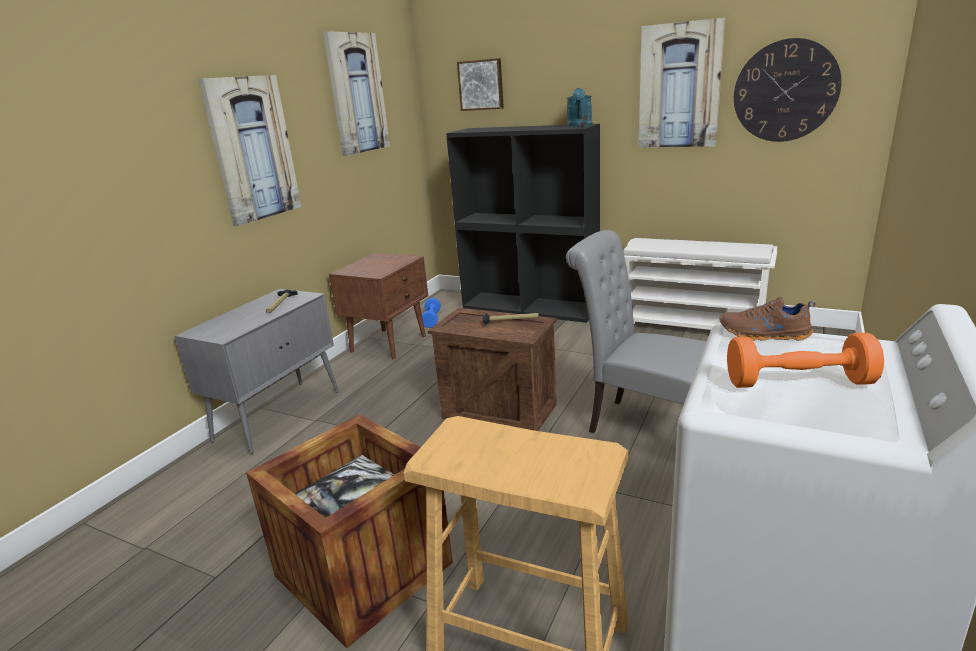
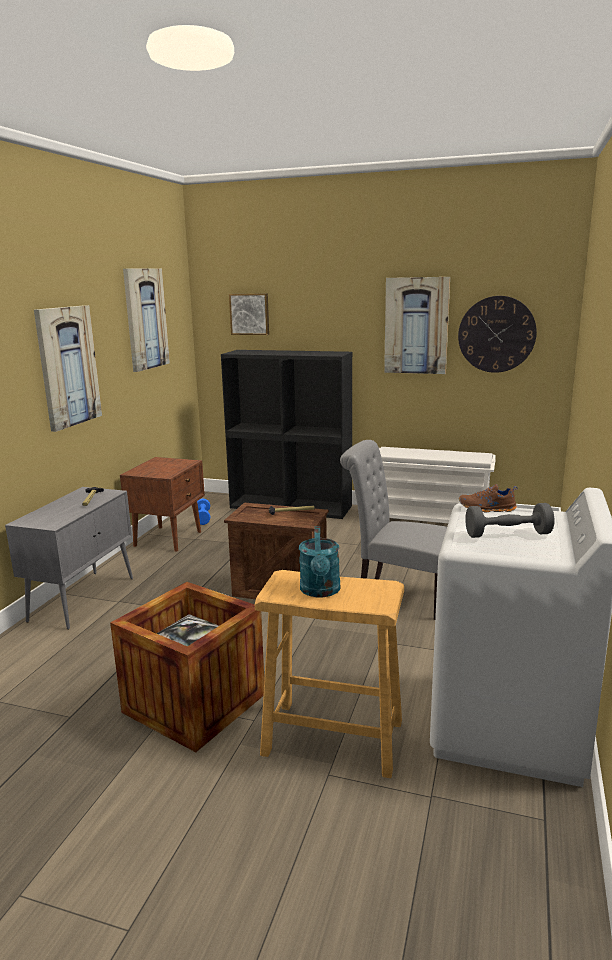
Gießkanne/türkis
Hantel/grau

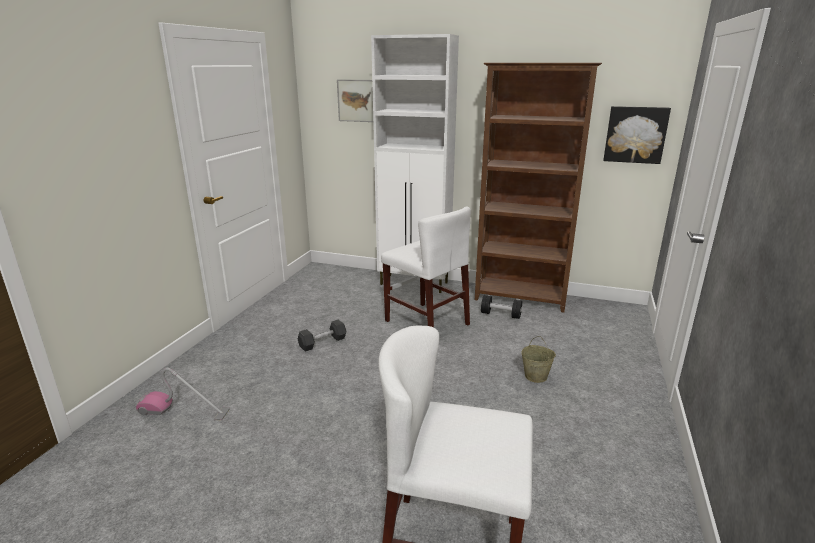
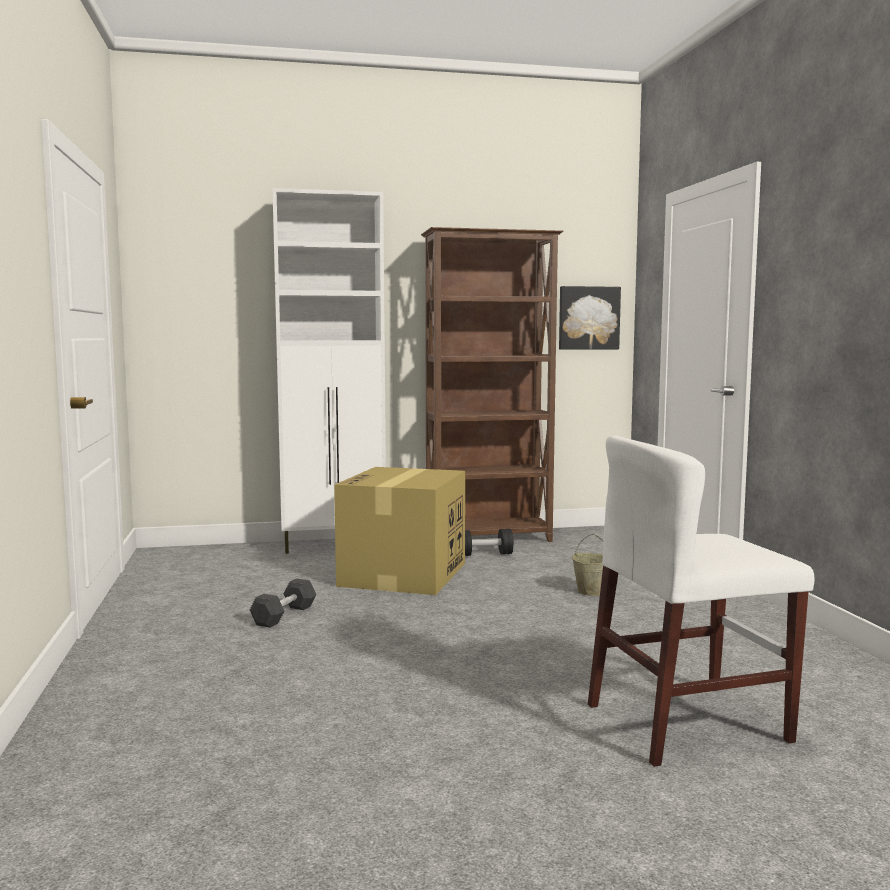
Staubsauger
Bild (1st from left in the first image)
Karton

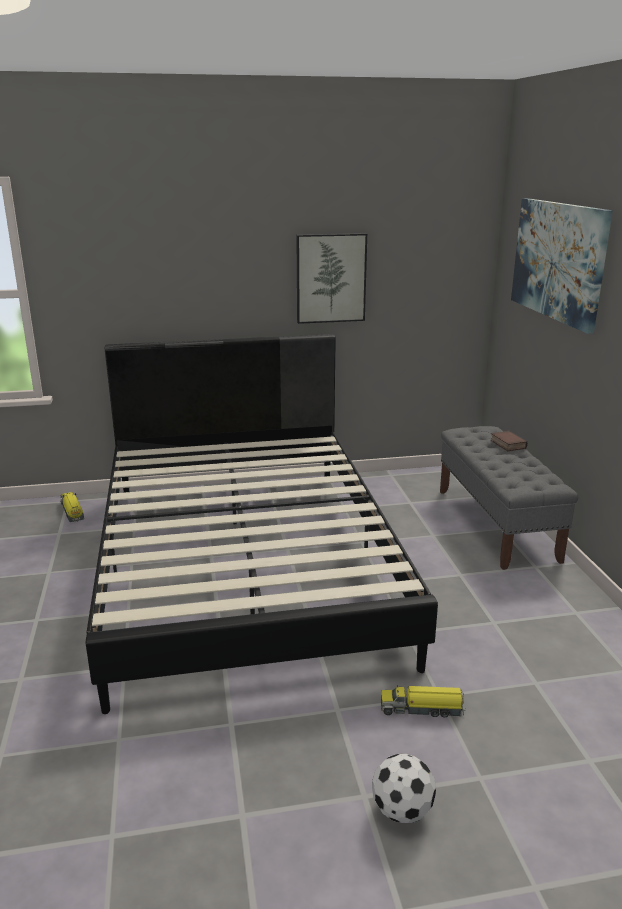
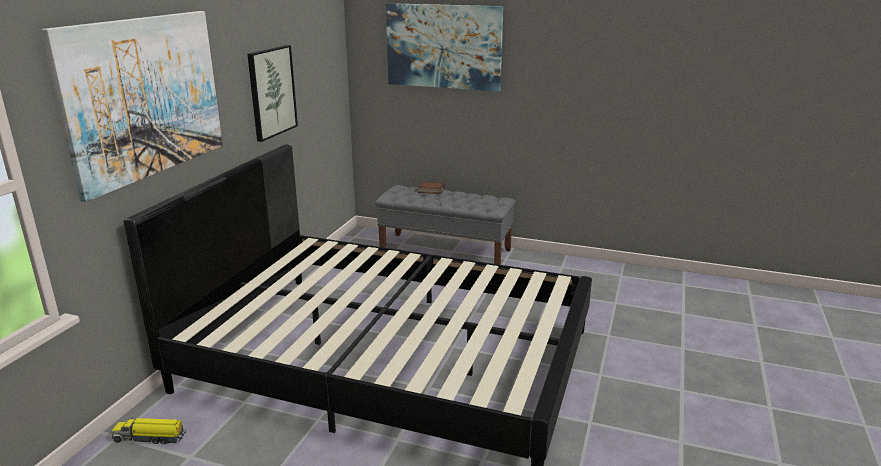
Fußball
Spielzeuglaster (2nd from left in the first image)
Bild (1st from left)

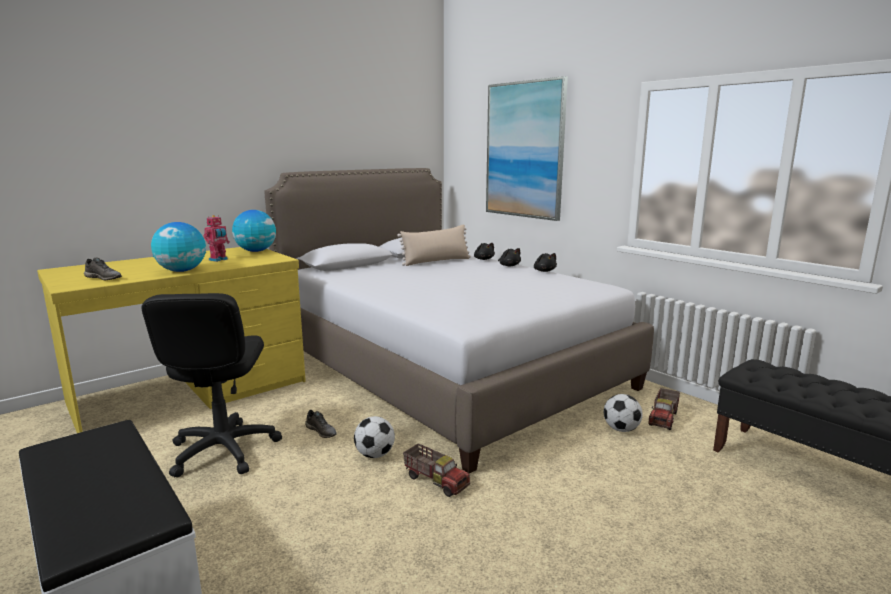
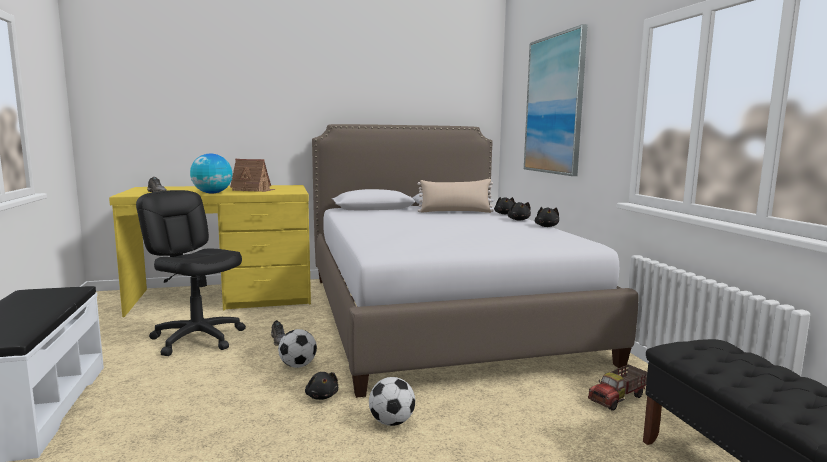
Globus (2nd from left in the first image)
Fußball (2nd from left)
Spielzeughaus
Plüschtier/schwarz (1st from left)
Bürostuhl/schwarz

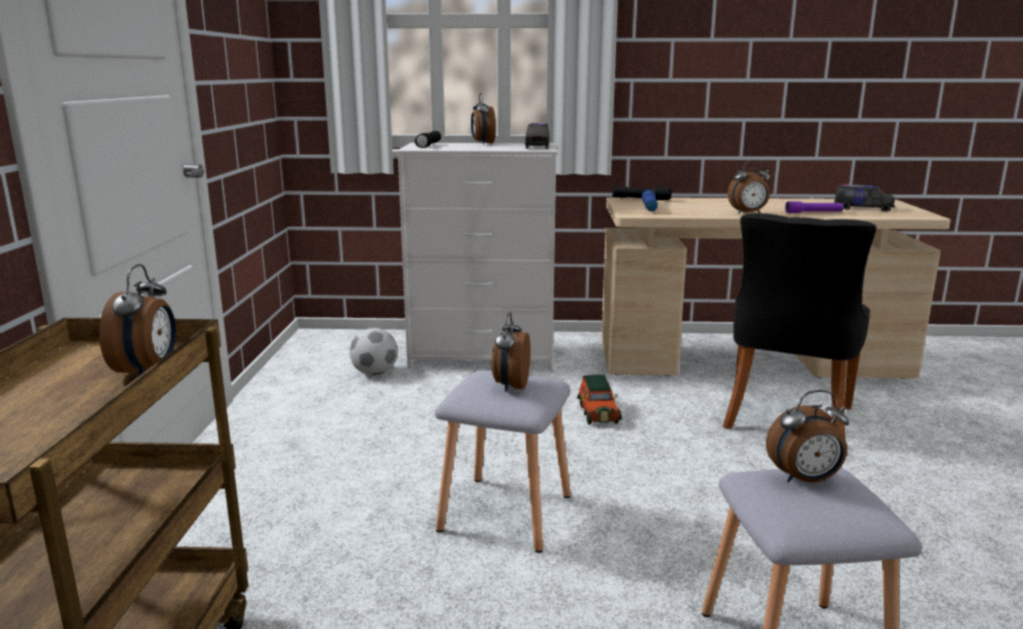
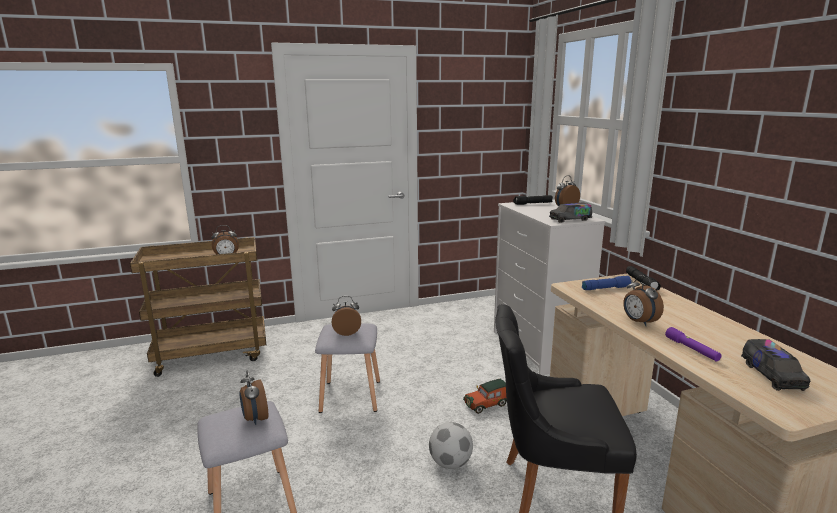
Fußball

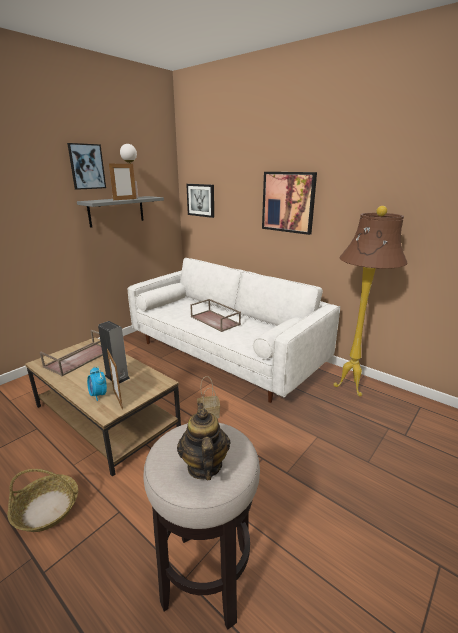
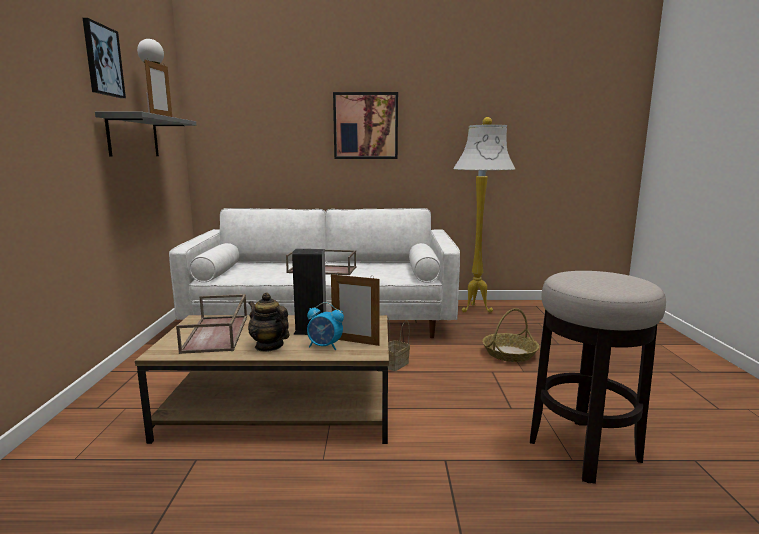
Bild (2nd from left in the first image)
Korb (2nd from left)
Teekanne
Stehlampe/weiß

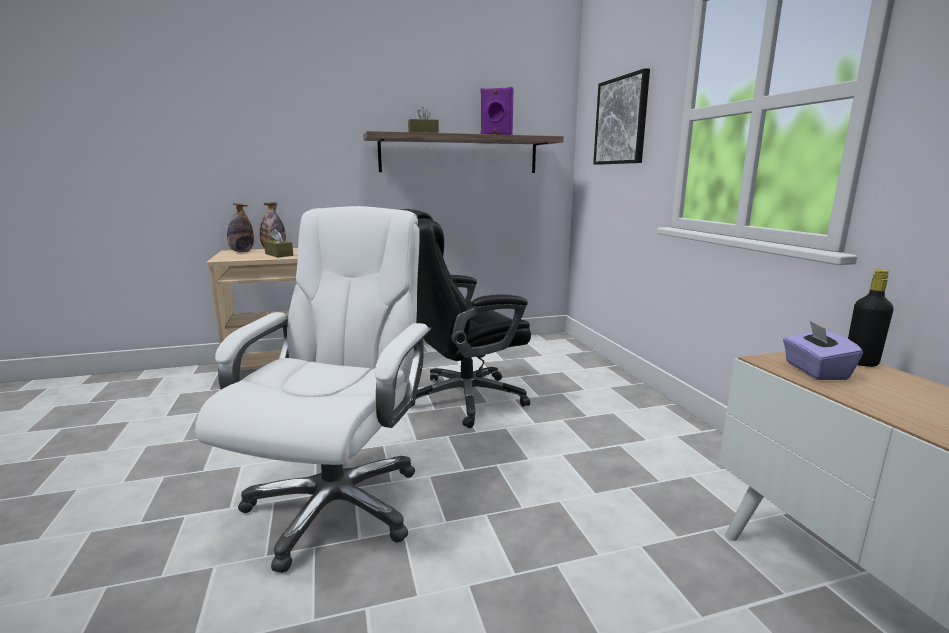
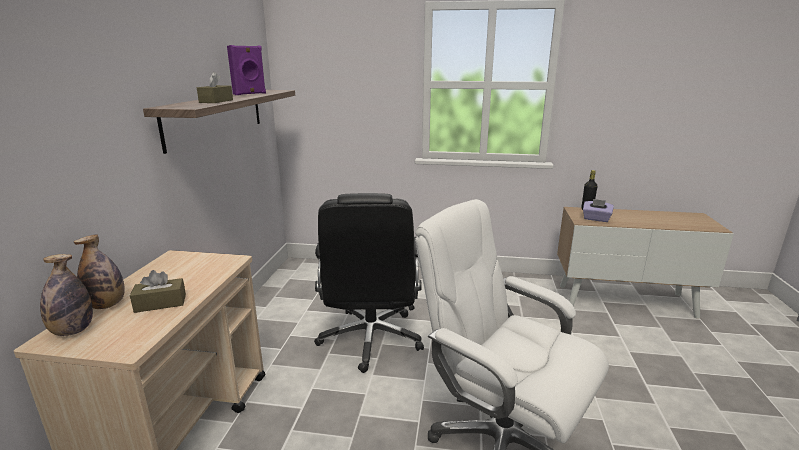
Bild

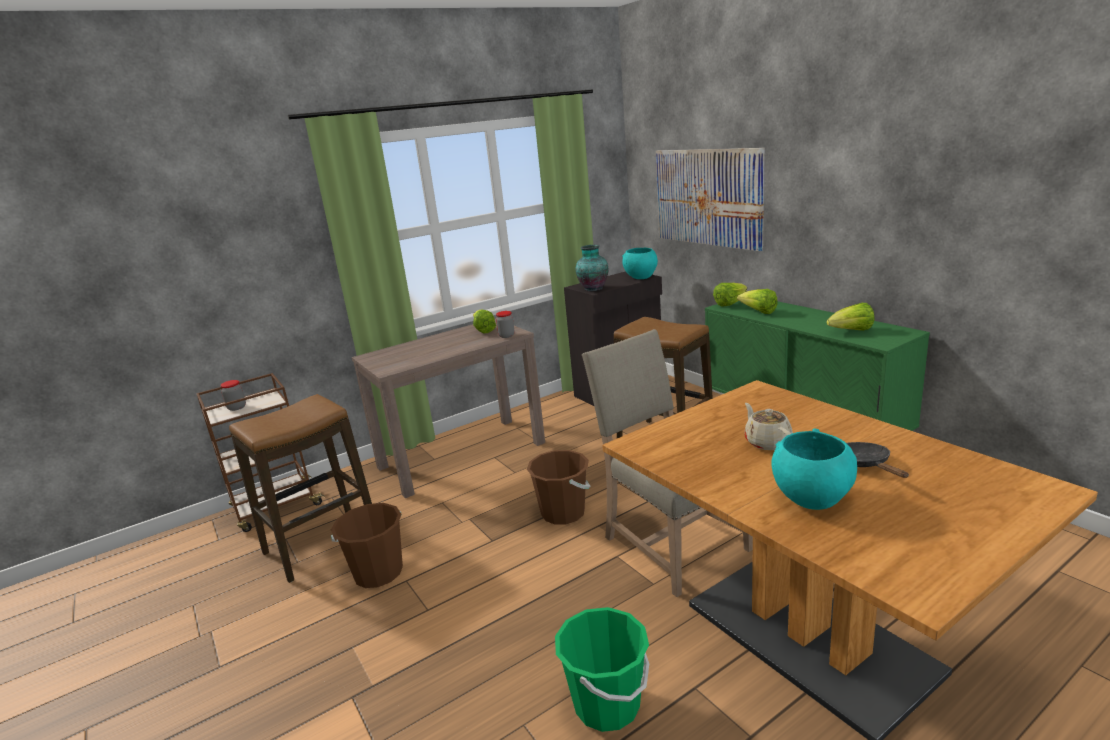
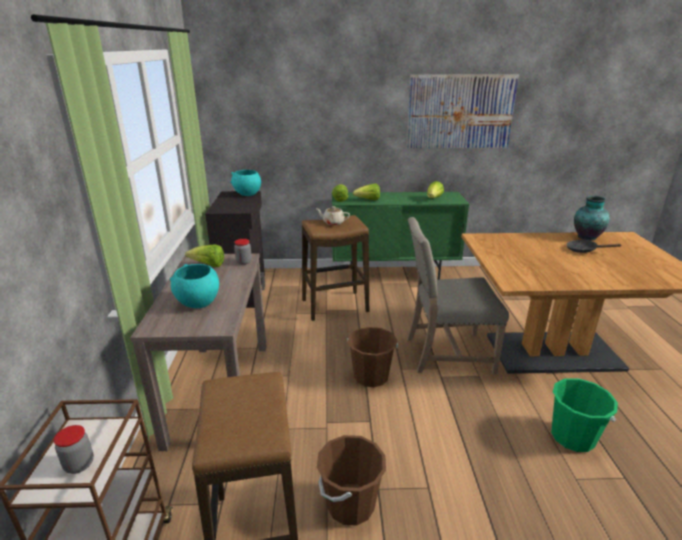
Vase
Bild
Teekanne/beige
Schüssel/türkis (1st from left)

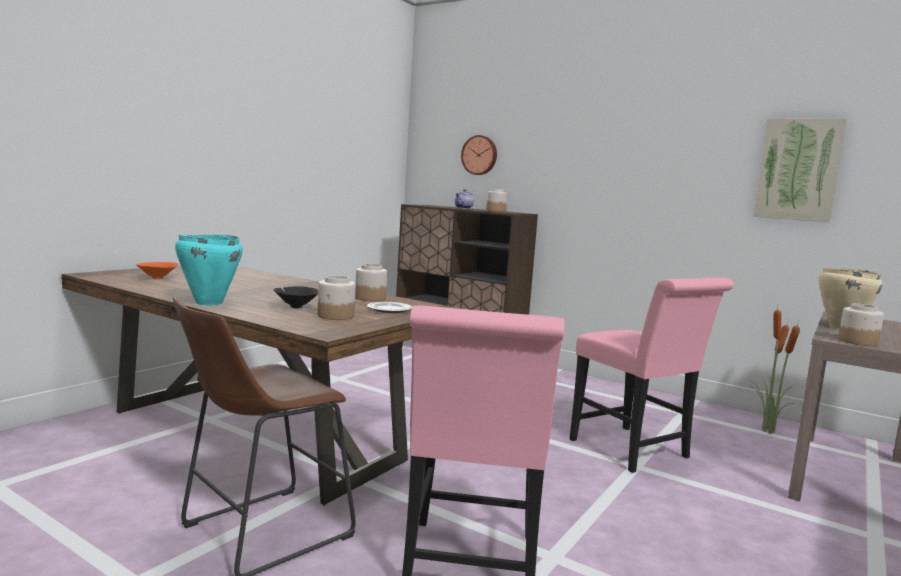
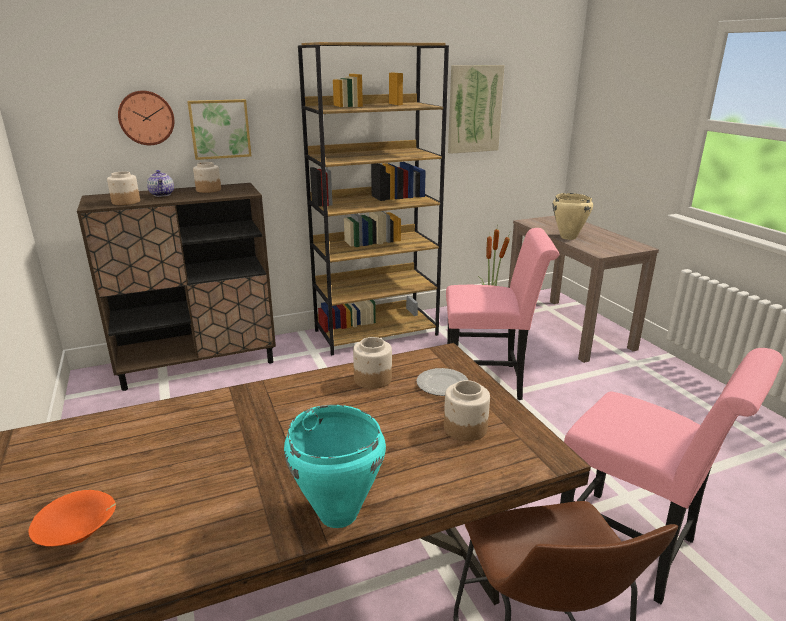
Schüssel/schwarz
Bild (1st from left)
Bücherregal/braun
Vorratsglas (1st from left)

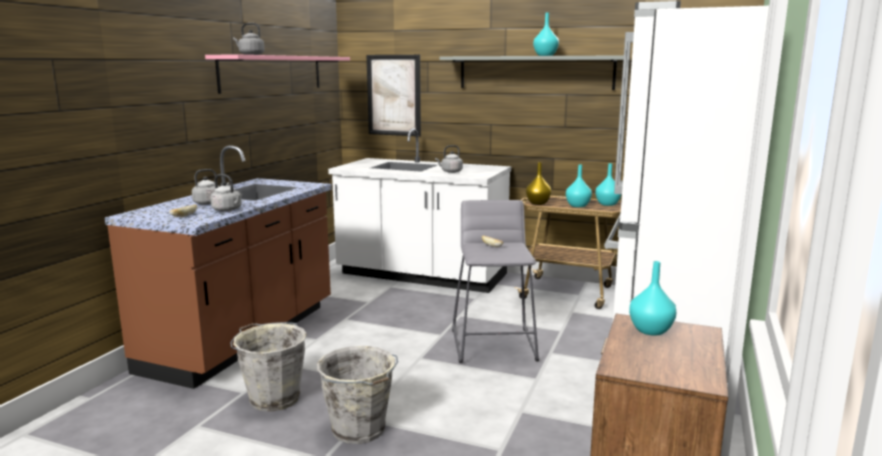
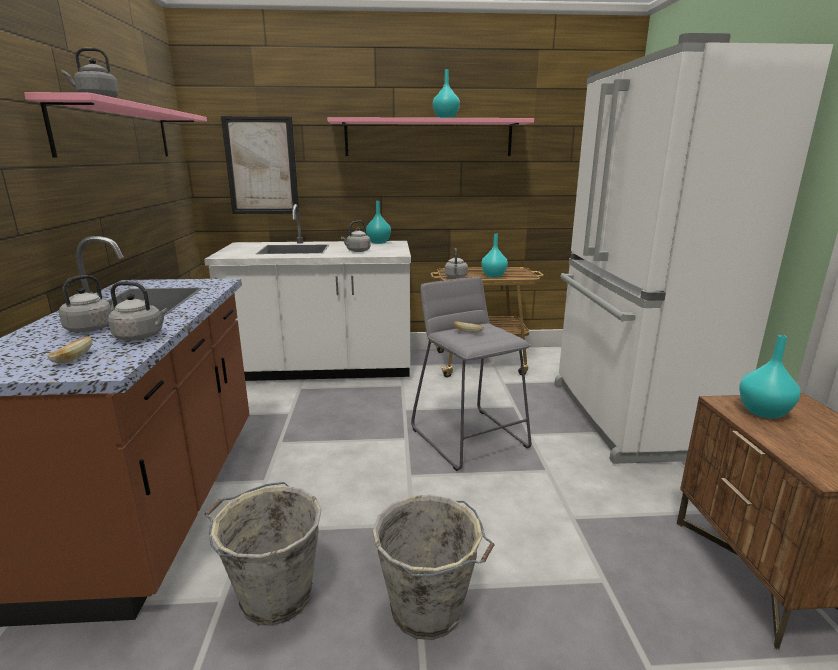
Vase/türkis (1st from left)
Wasserkessel/grau (5th from left)
Wandregal/rosa (2nd from left)

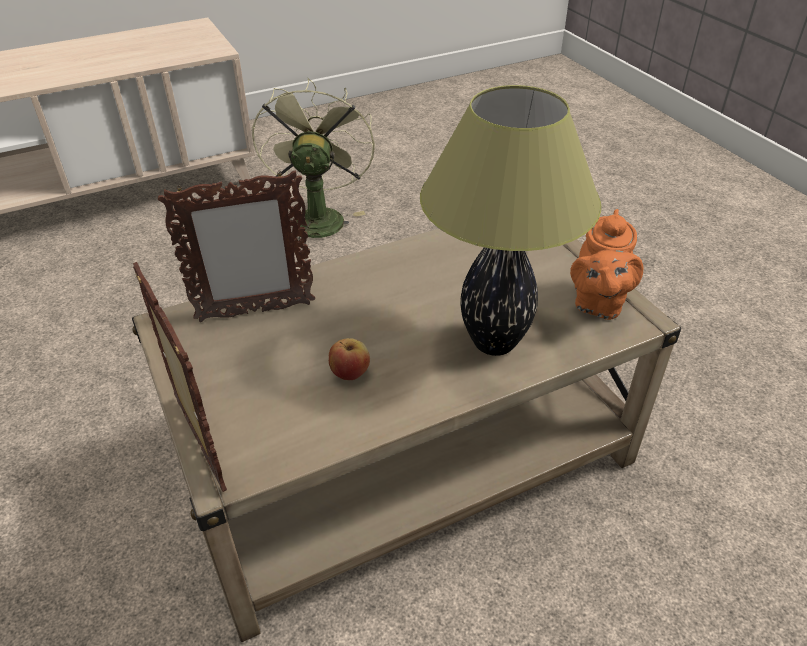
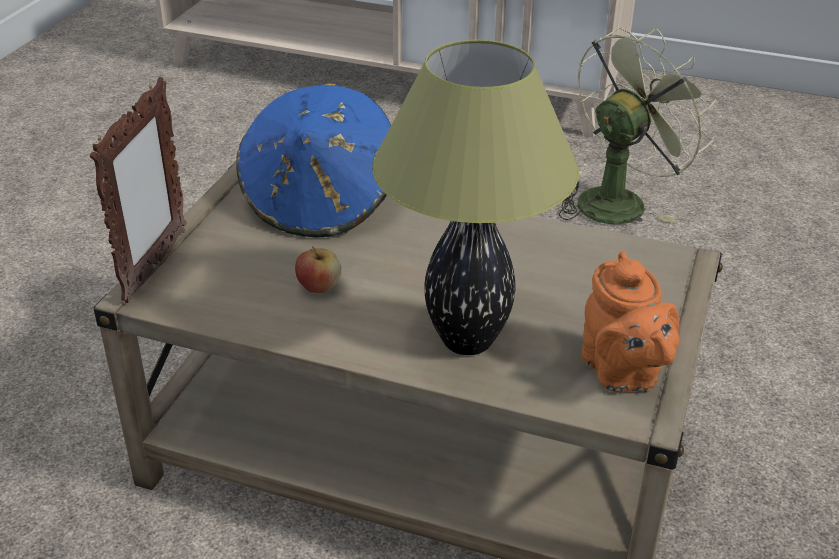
Hut/blau
Teekanne/orange

